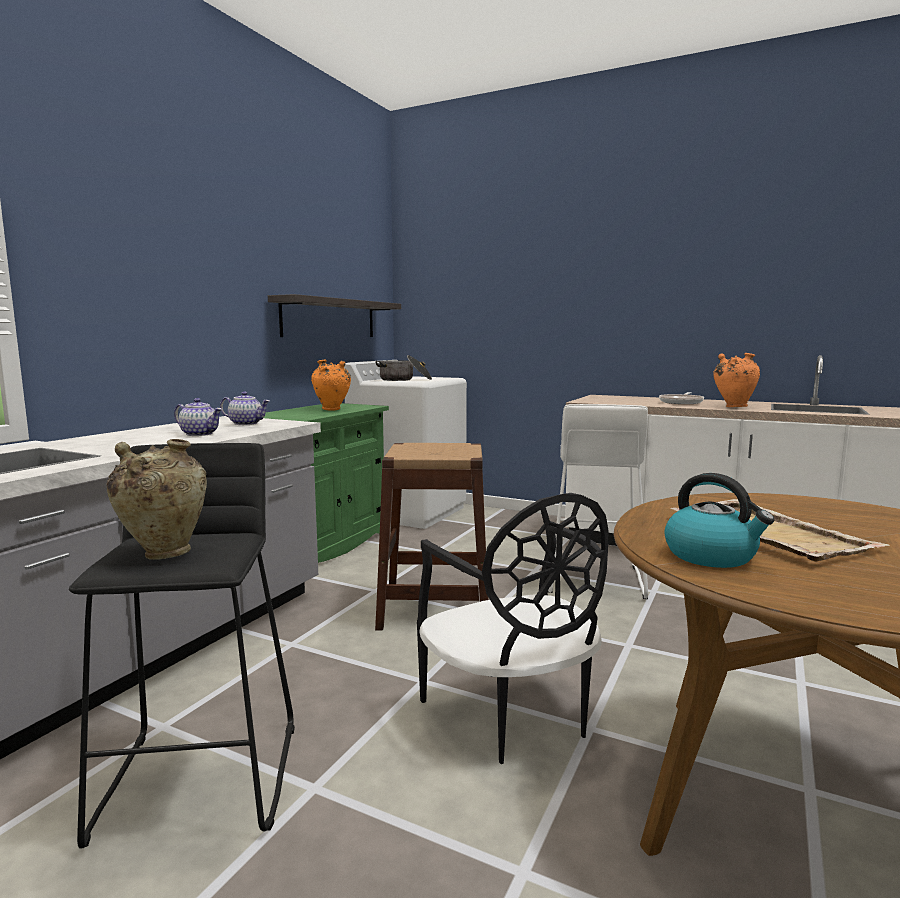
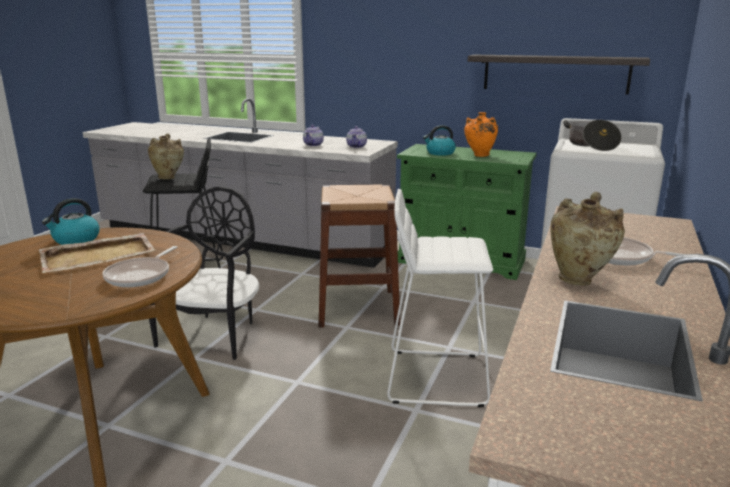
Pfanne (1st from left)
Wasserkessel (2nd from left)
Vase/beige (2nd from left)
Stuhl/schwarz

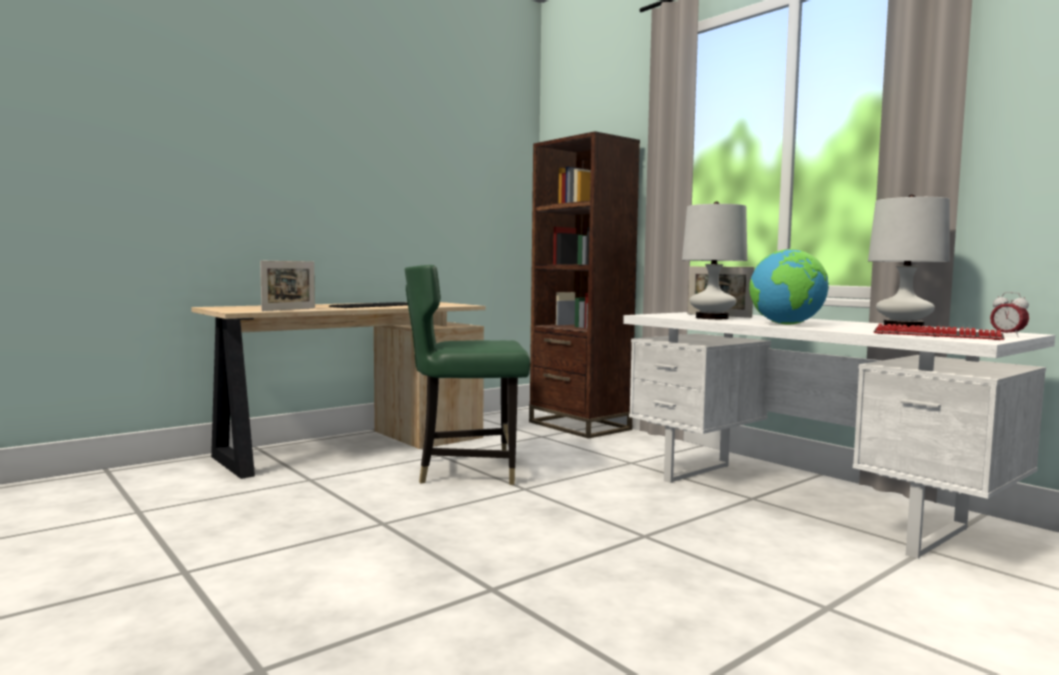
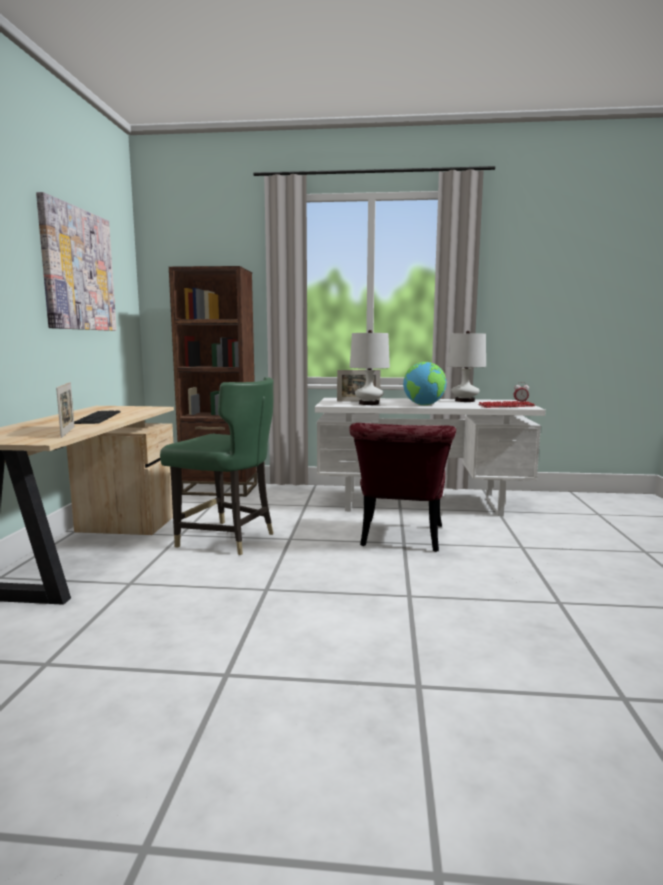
Bild
Stuhl/rot
Stuhl/grün

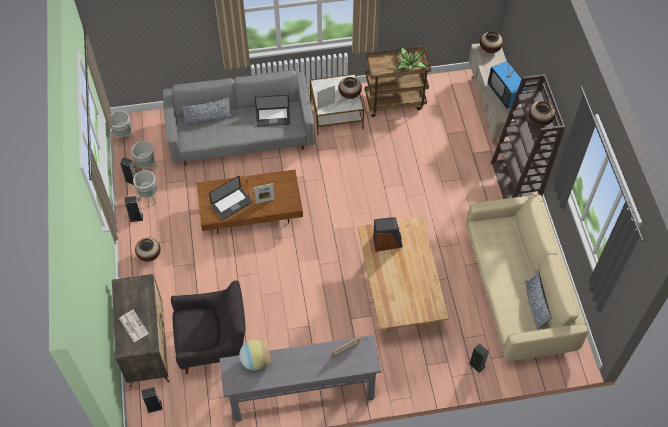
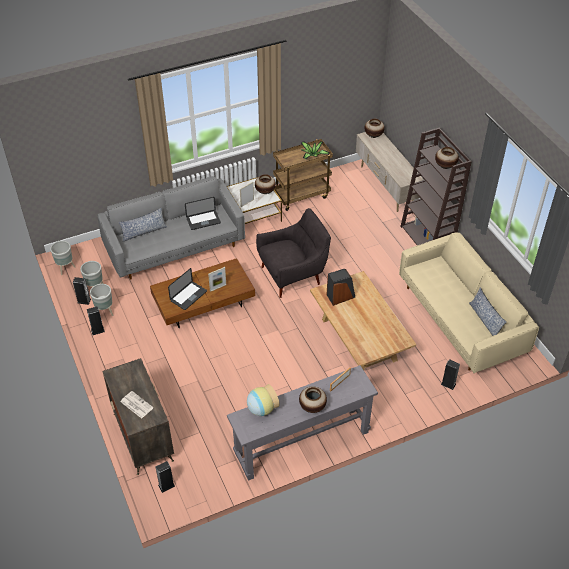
Fernseher
Vase (3rd from left)
Sessel/grau

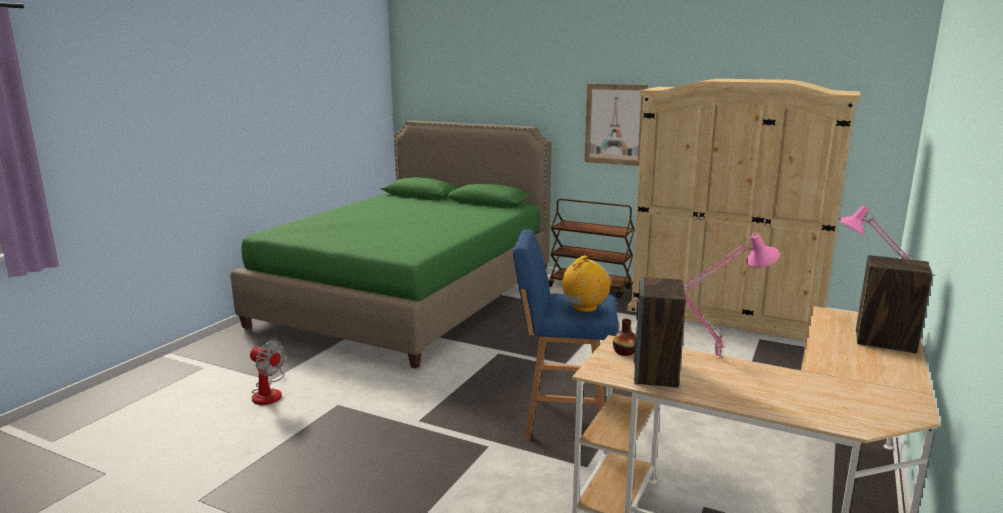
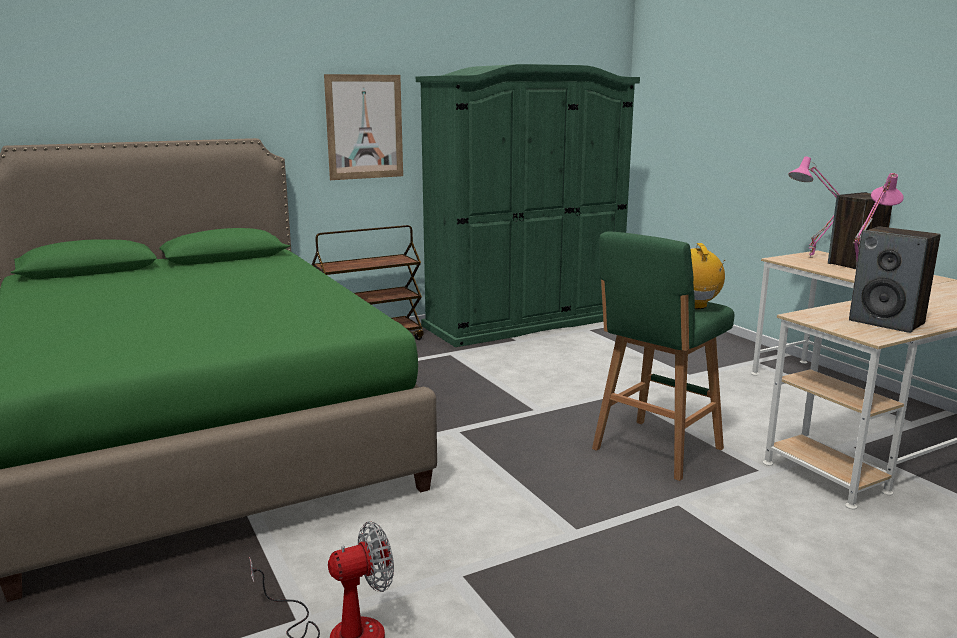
Vase
Hocker/grün
Kleiderschrank/grün

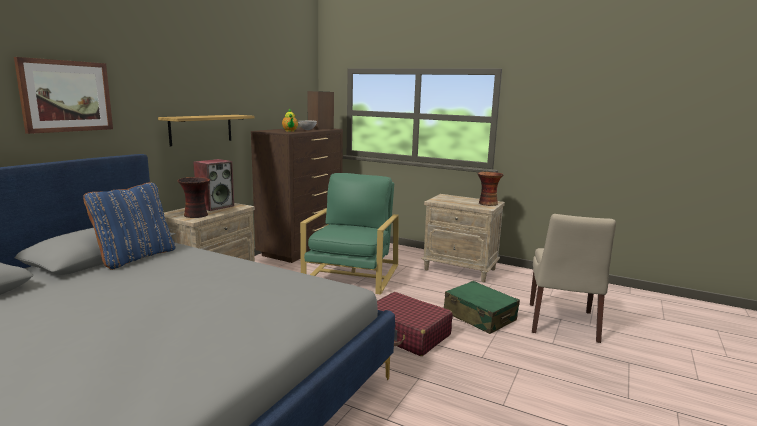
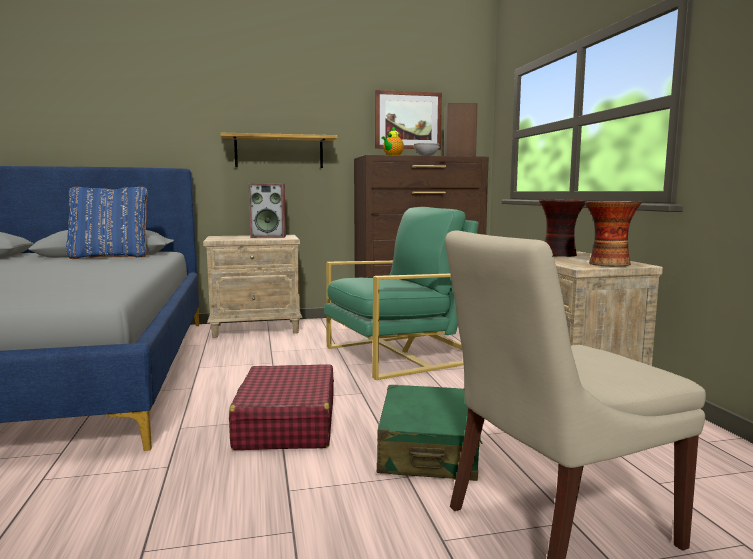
Bild
Vase (1st from left)

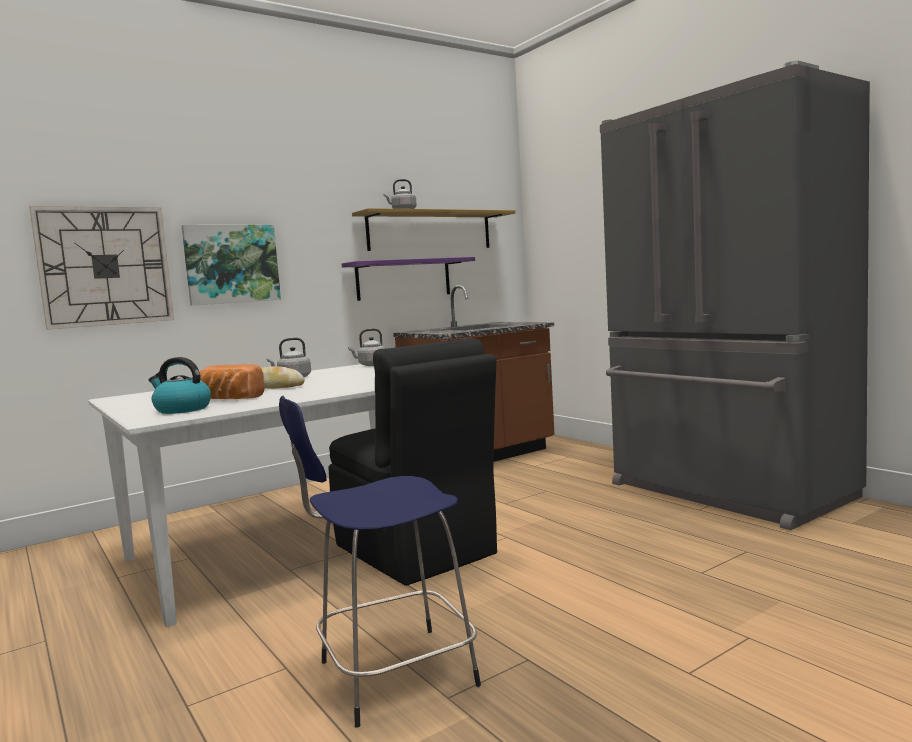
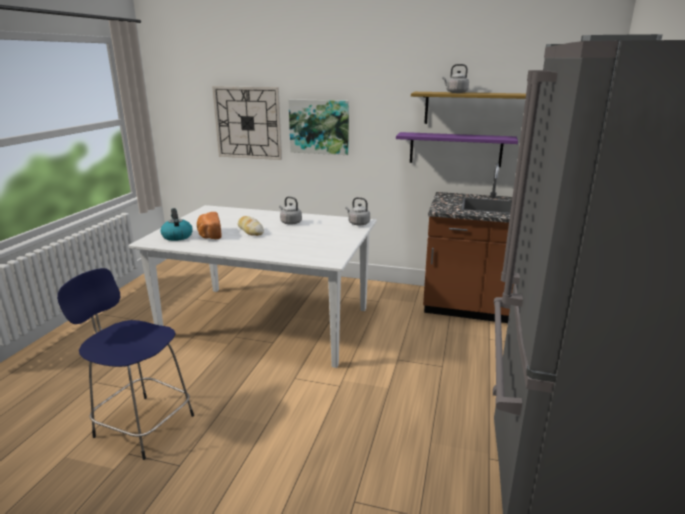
Stuhl/schwarz

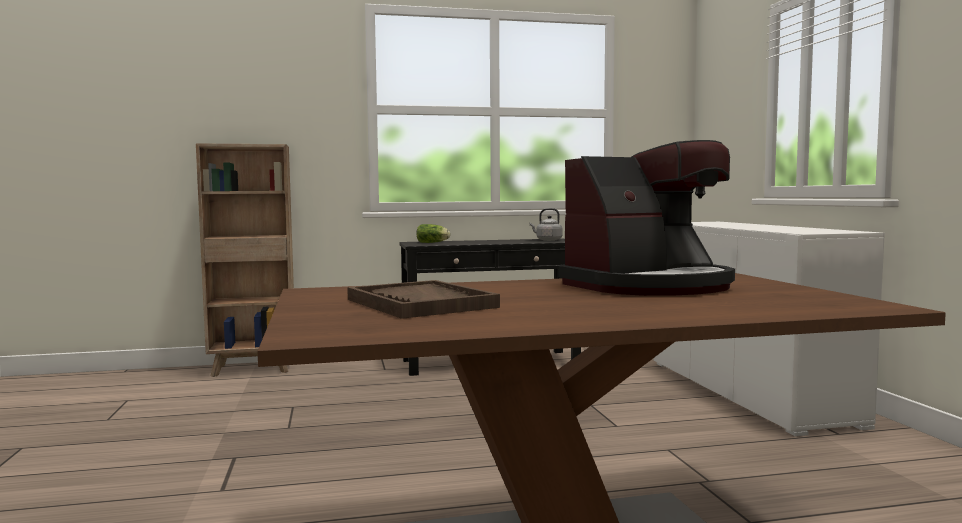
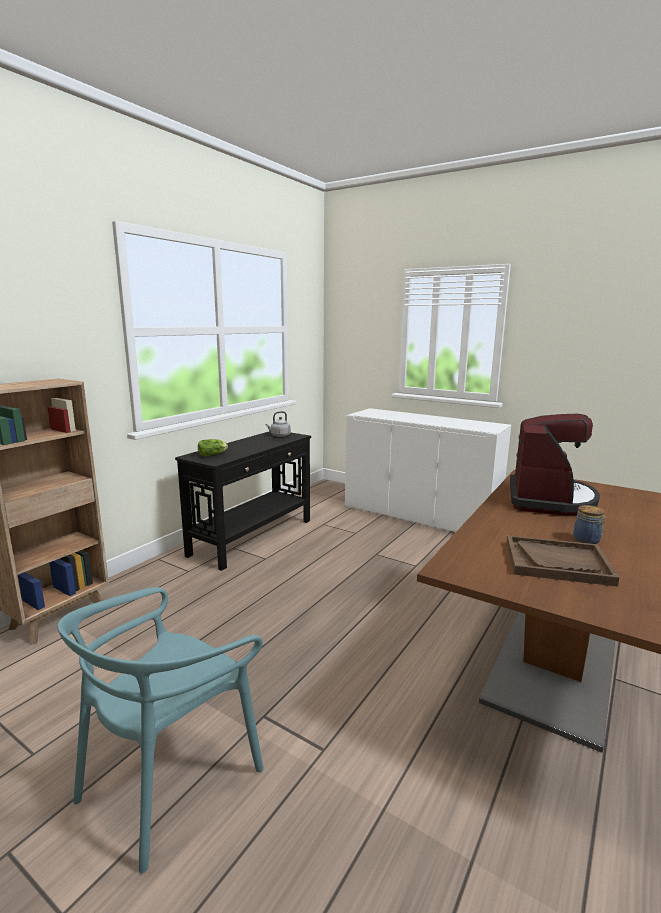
Stuhl/türkis
Vorratsglas

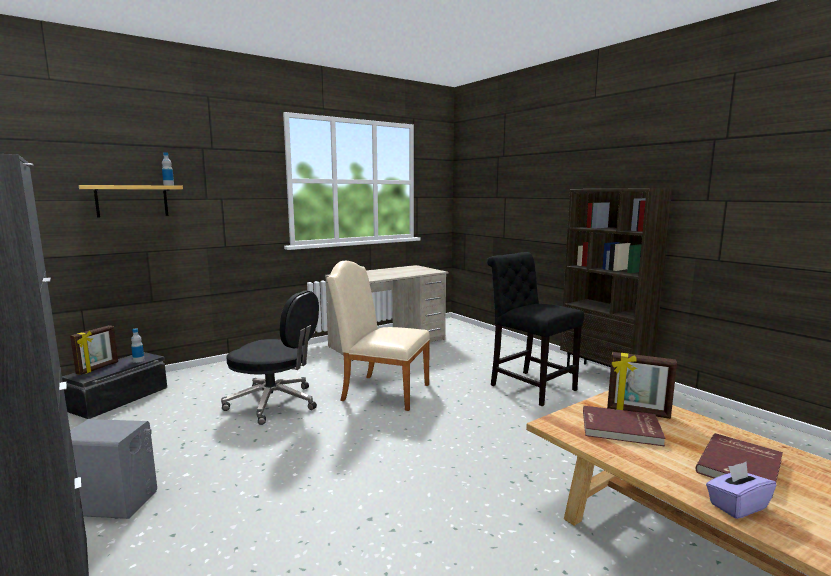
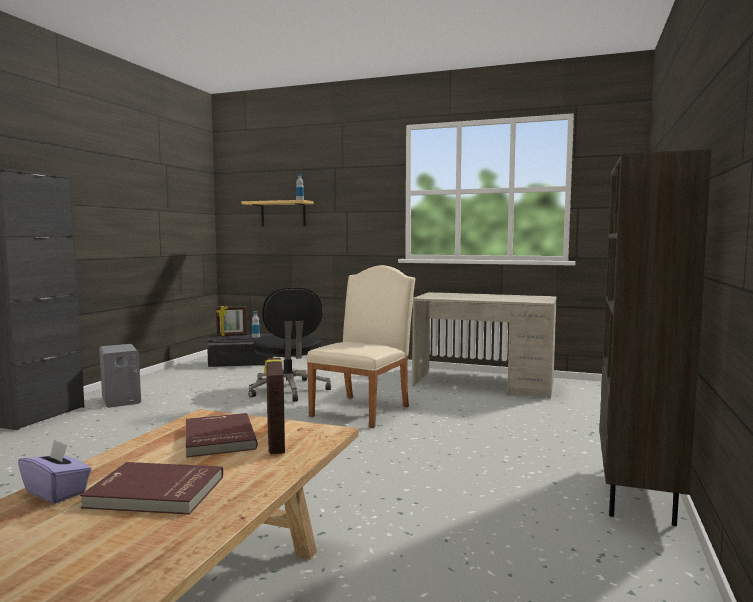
Stuhl/schwarz
Stuhl/beige

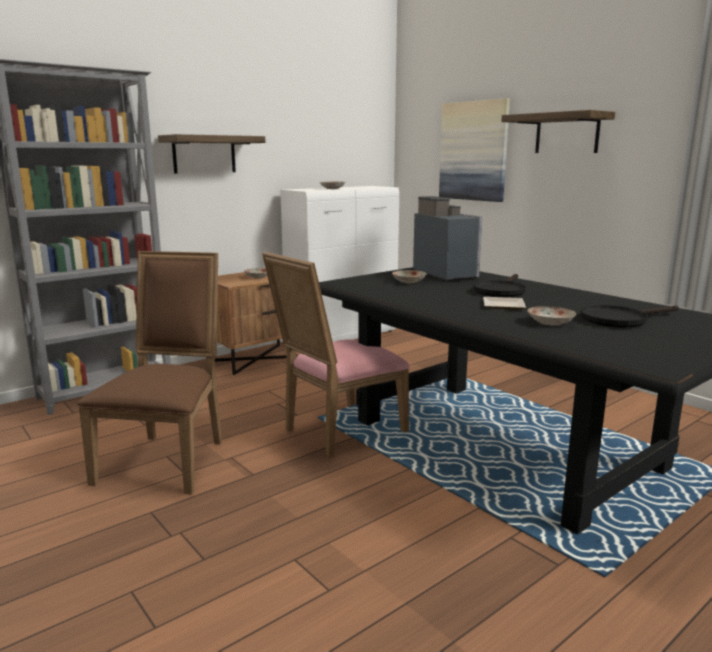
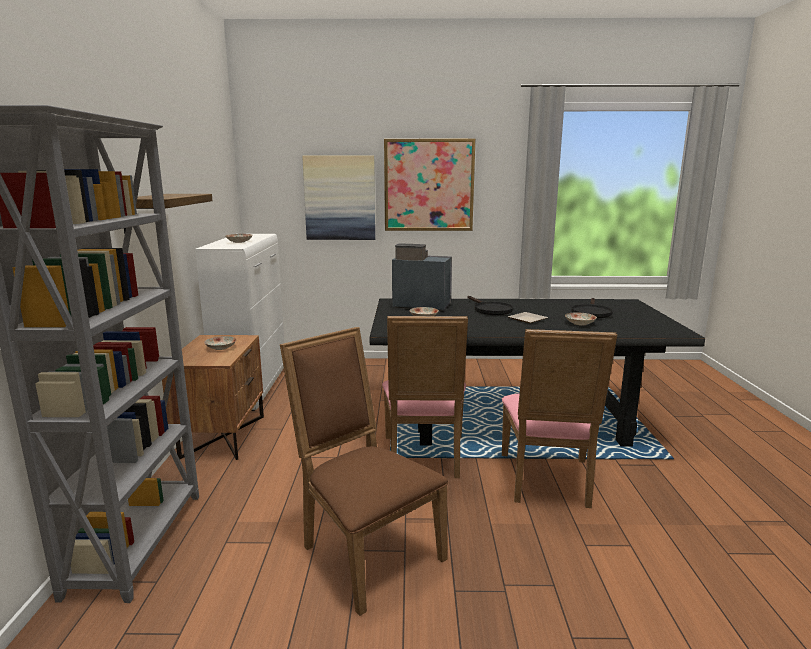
Stuhl/rosa (2nd from left)
Bild (2nd from left)

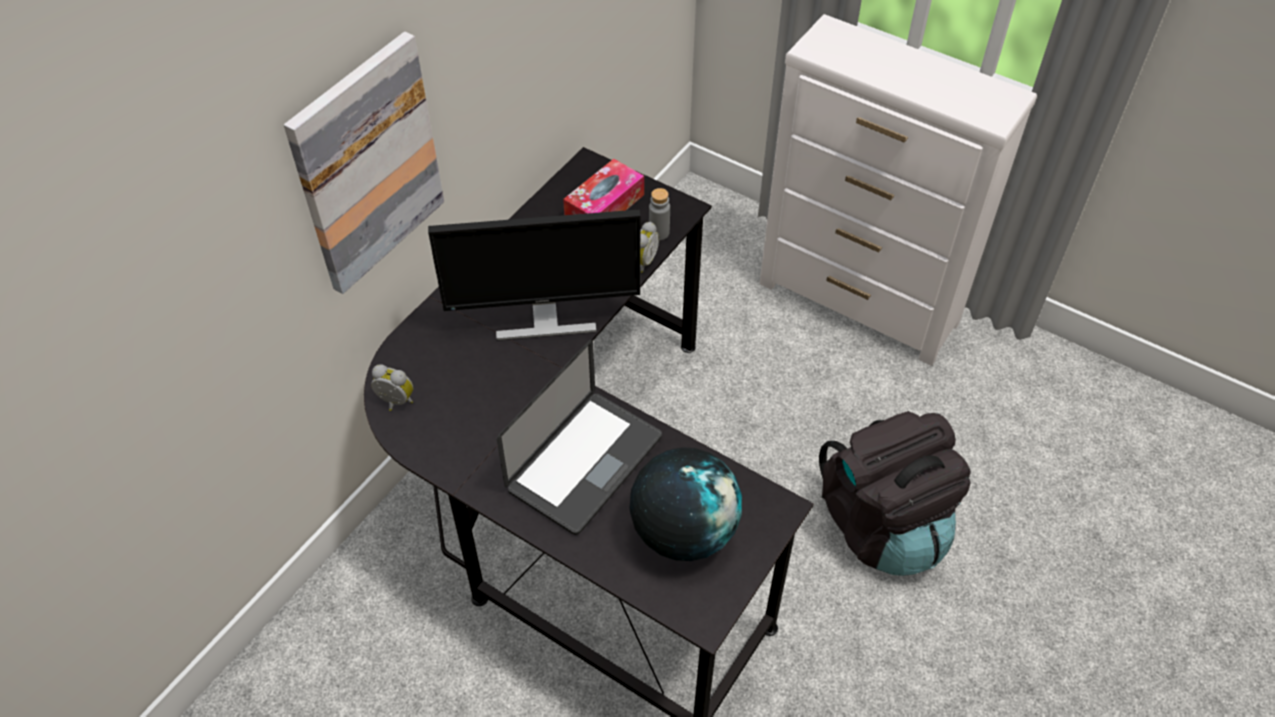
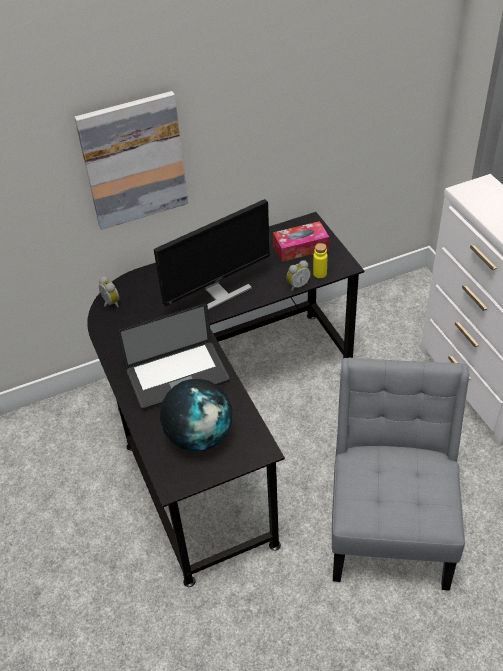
Stuhl/grau
Flasche/gelb
Monitor

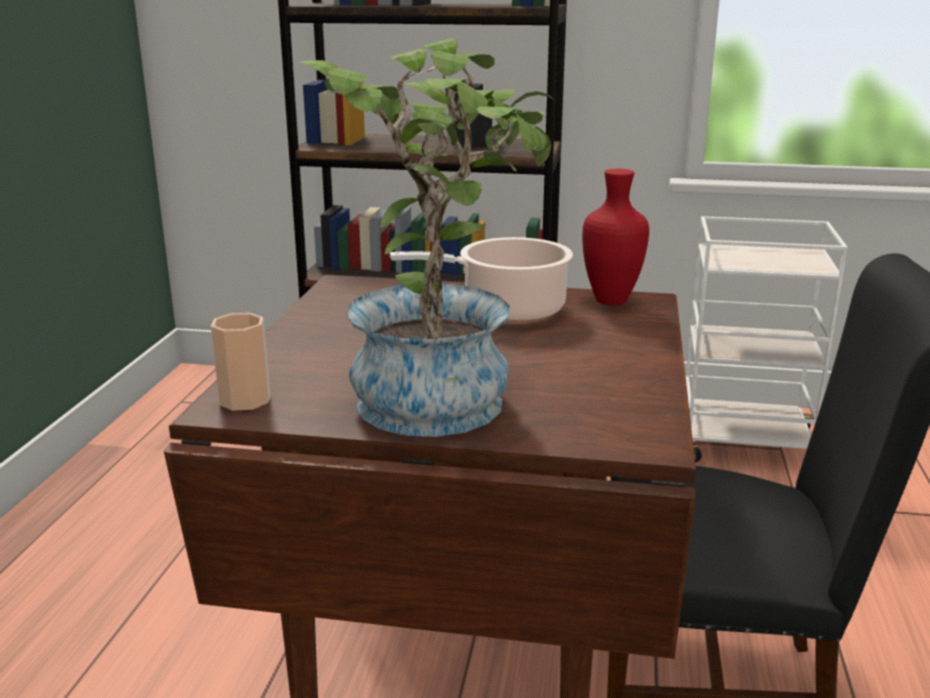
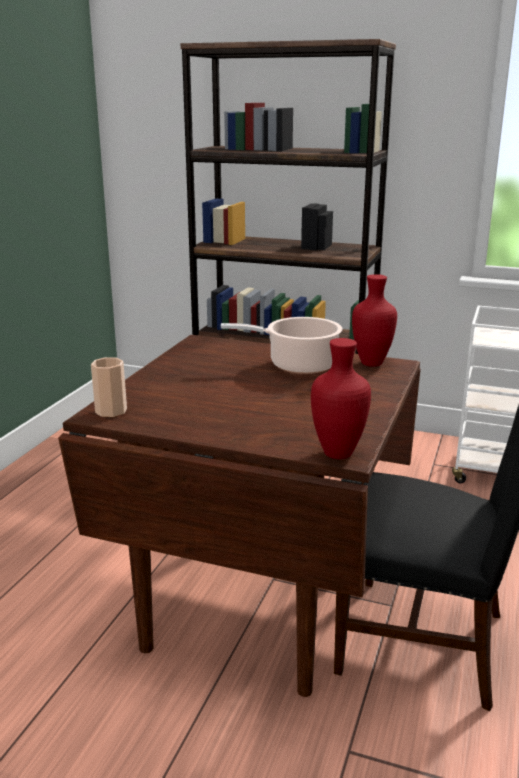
Topfpflanze
Vase/rot (1st from left)

